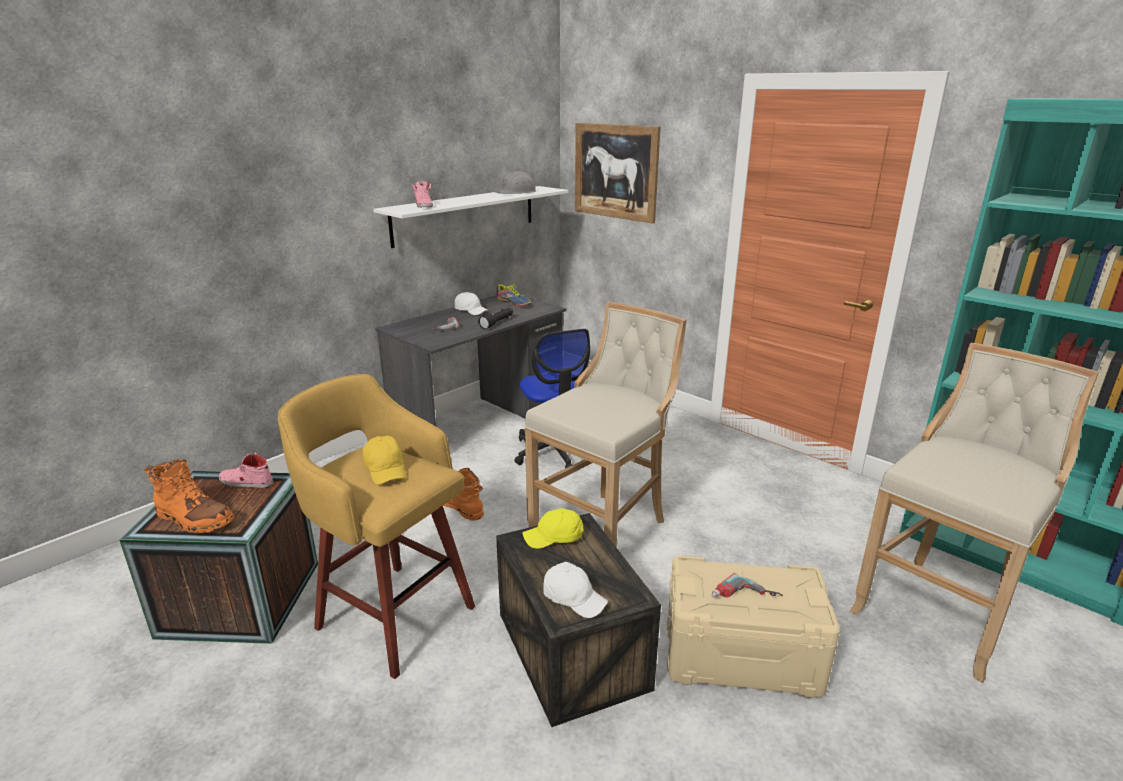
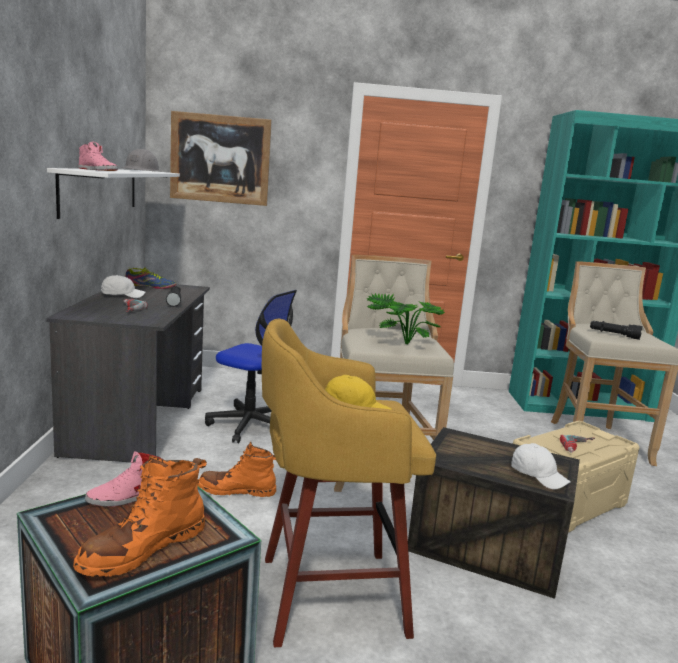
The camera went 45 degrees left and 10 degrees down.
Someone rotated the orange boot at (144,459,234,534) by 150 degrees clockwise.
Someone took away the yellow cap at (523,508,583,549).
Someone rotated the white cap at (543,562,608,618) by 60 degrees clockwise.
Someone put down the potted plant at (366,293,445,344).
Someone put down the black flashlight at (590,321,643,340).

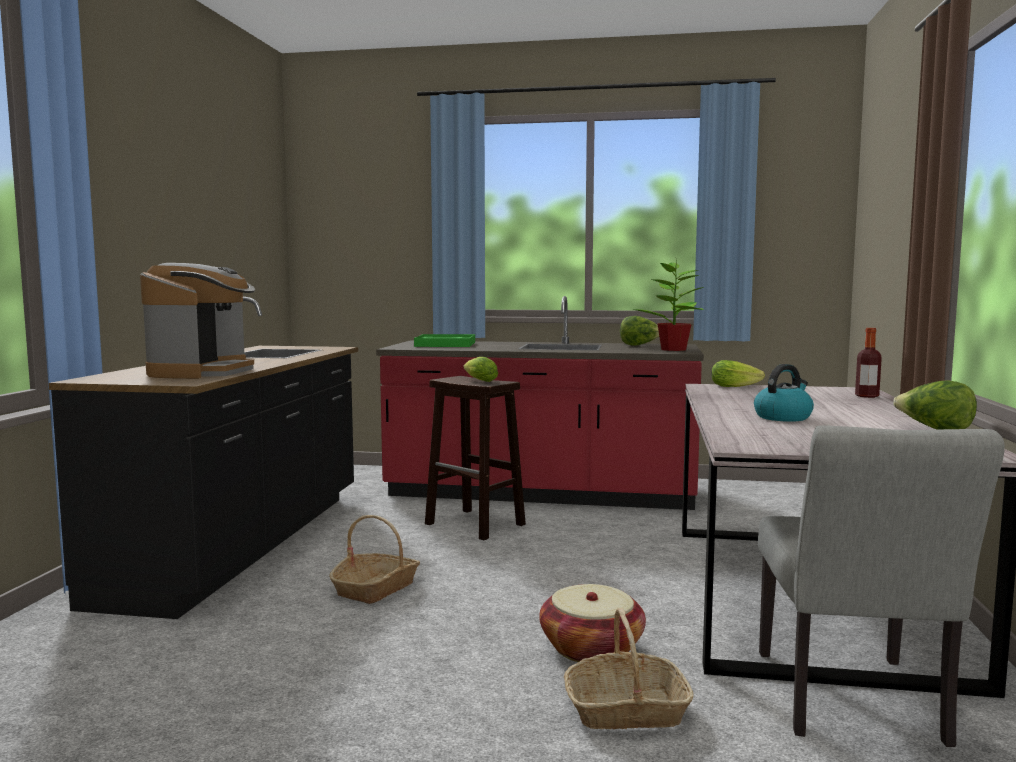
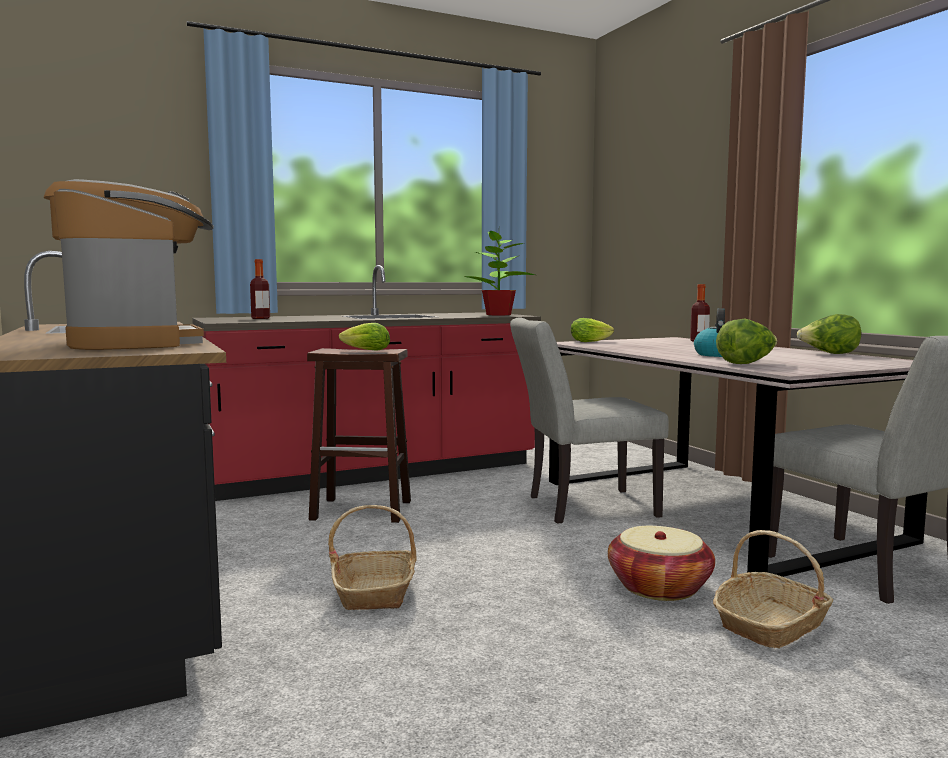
The camera went 35 degrees left and 0 degrees up.
Someone carried the lettuce from (620,316,659,346) to (716,319,777,364).
Someone swapped the green tray at (414,334,475,347) for the bottle at (250,259,270,319).
Someone put down the grey chair at (510,317,669,523).

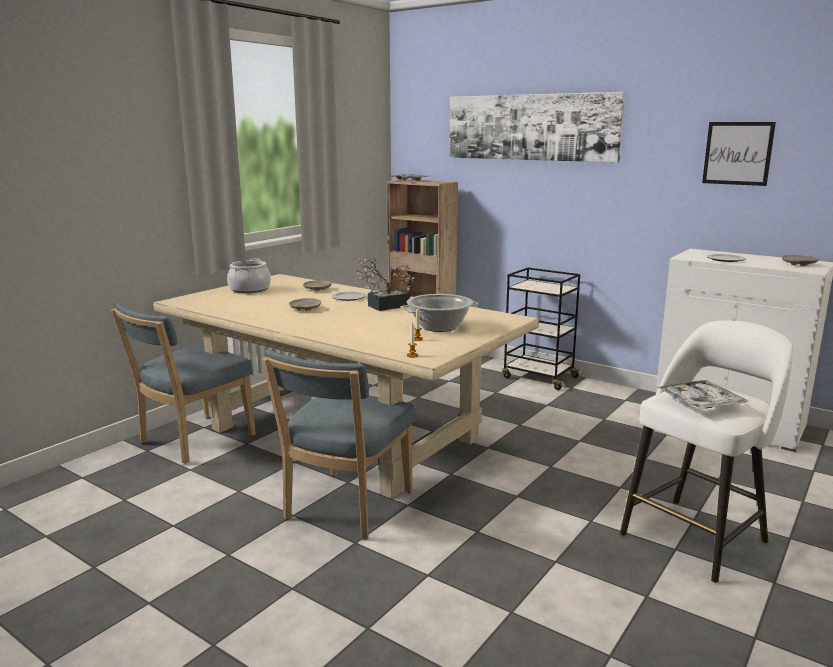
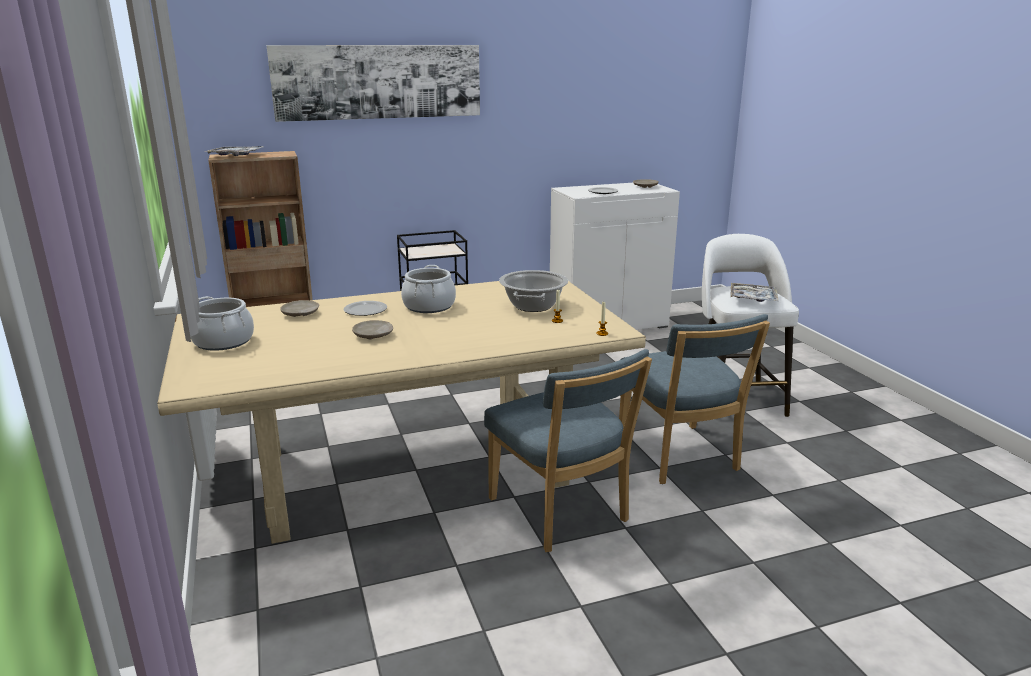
The camera went 55 degrees left and 5 degrees up.
Someone took away the picture at (702,122,776,186).
Someone swapped the potted plant at (356,257,415,311) for the cooking pot at (401,265,456,313).
Someone carried the blue chair from (111,303,256,464) to (619,314,770,484).

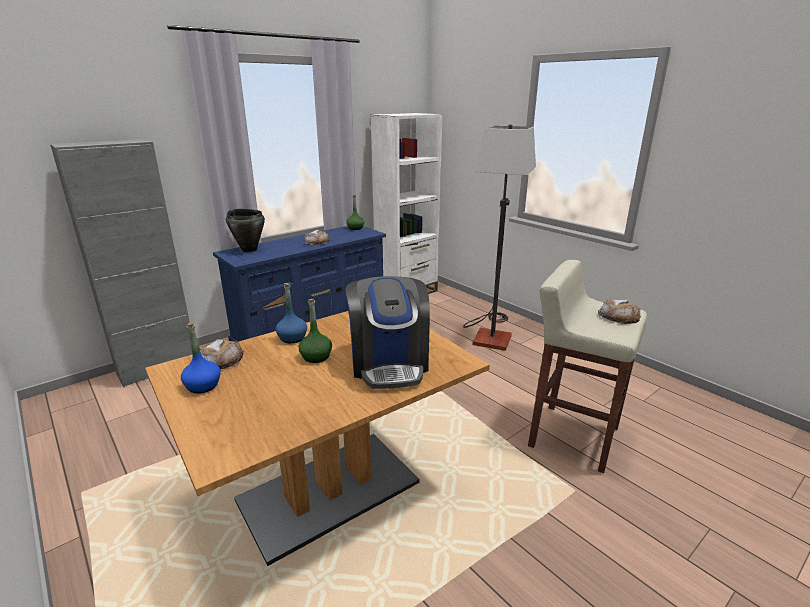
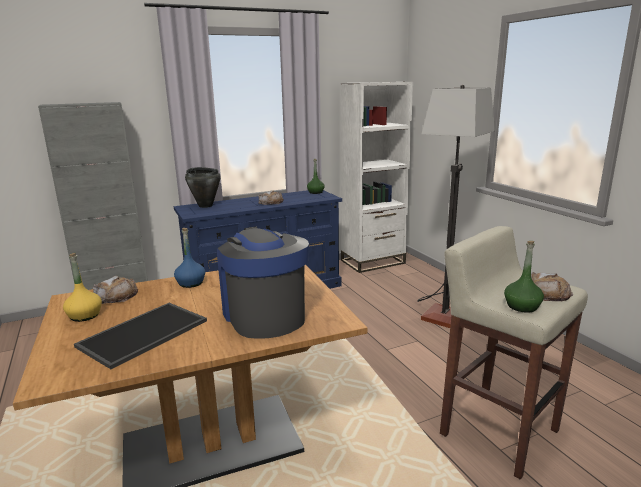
The camera went 15 degrees right and 5 degrees down.
Someone rotated the coffee machine at (345,276,430,389) by 150 degrees clockwise.
Someone carried the green bottle from (298,299,332,363) to (504,241,544,313).
Someone repainted the blue bottle at (181,322,220,394), which became the yellow bottle at (63,253,102,322).
Someone put down the tray at (74,303,207,369).

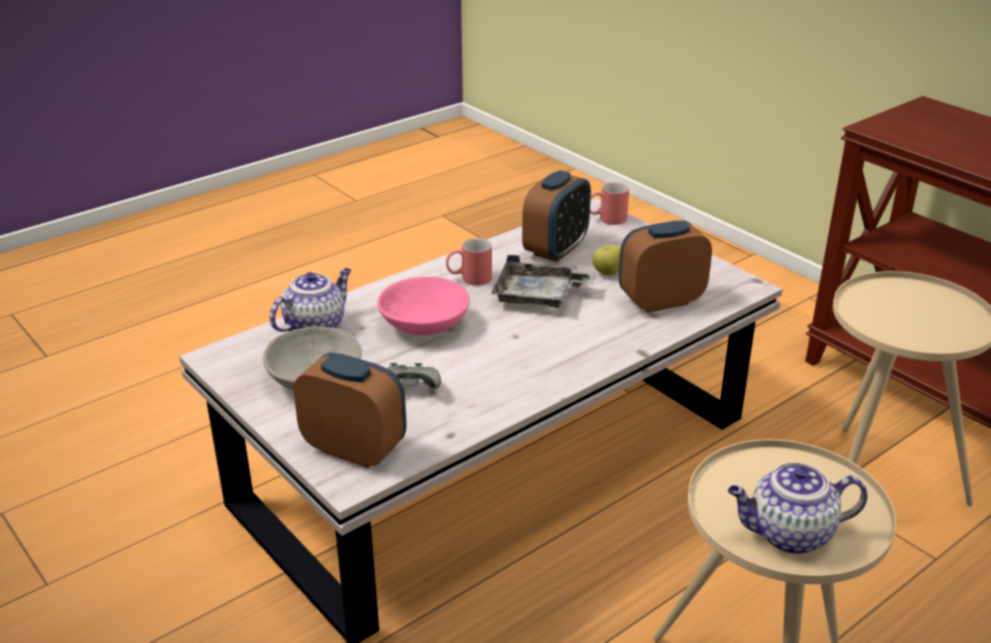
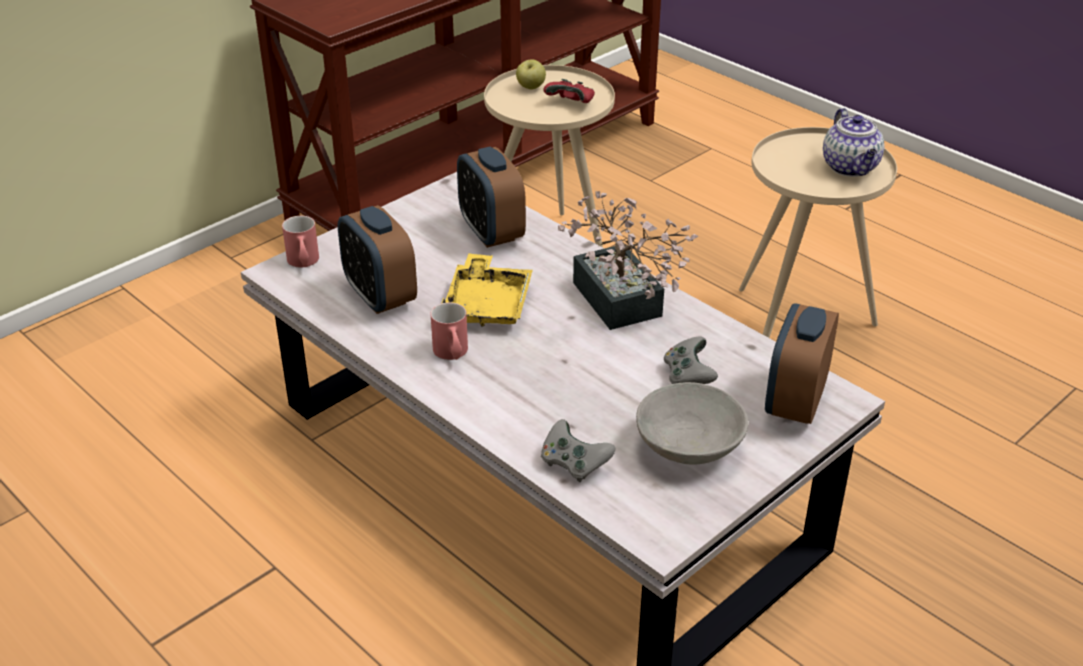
The camera went 95 degrees left and 5 degrees up.
Someone rotated the alarm clock at (522,170,591,262) by 150 degrees counterclockwise.
Someone carried the apple from (592,245,621,276) to (516,59,546,89).
Someone repainted the grey tray at (491,255,596,308), which became the yellow tray at (441,253,533,326).
Someone swapped the teapot at (270,268,351,332) for the grey game controller at (541,419,615,482).
Someone took away the pink bowl at (377,277,470,335).
Someone put down the red game controller at (543,79,595,103).
Someone put down the potted plant at (558,191,699,330).

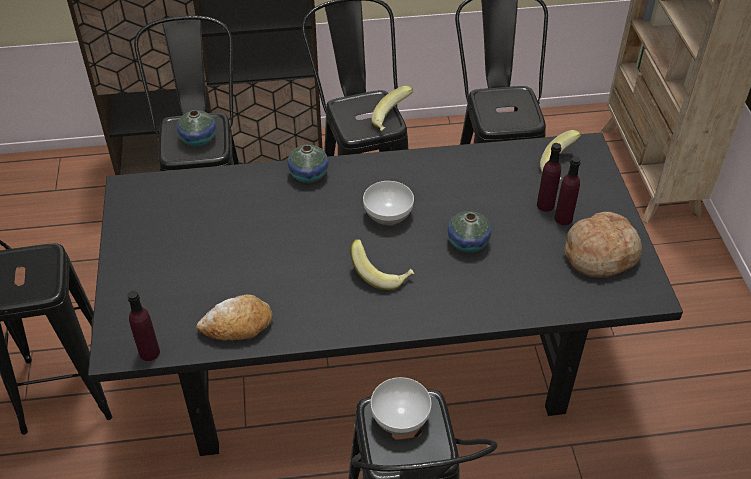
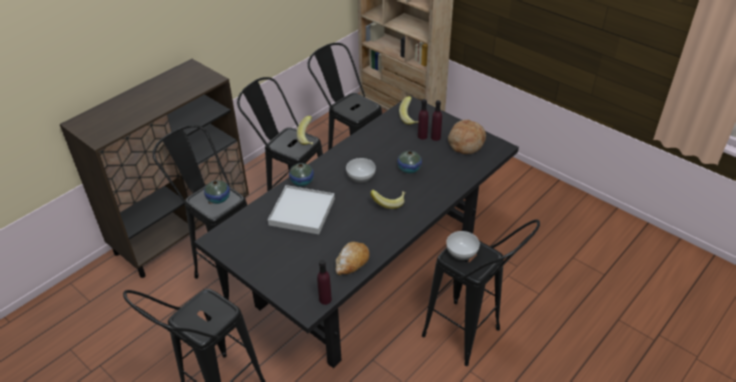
The camera went 40 degrees left and 5 degrees down.
Someone put down the white tray at (268,185,335,234).

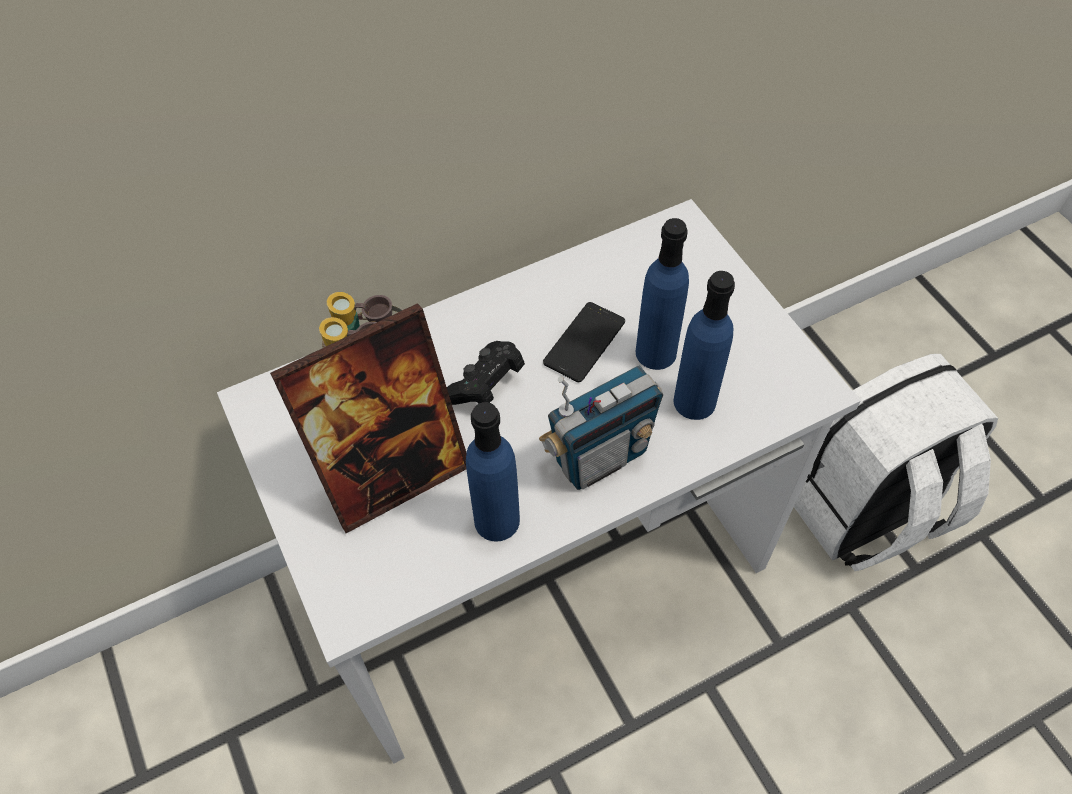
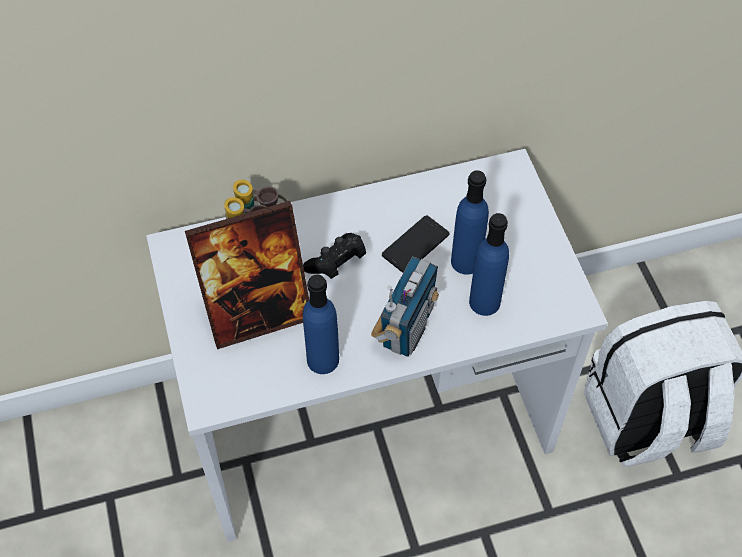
The camera went 10 degrees right and 0 degrees up.
Someone rotated the radio at (539,366,663,490) by 45 degrees counterclockwise.

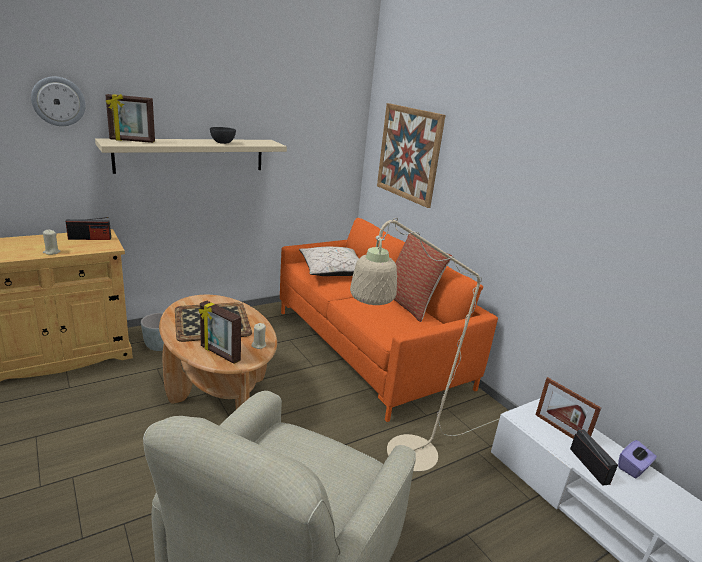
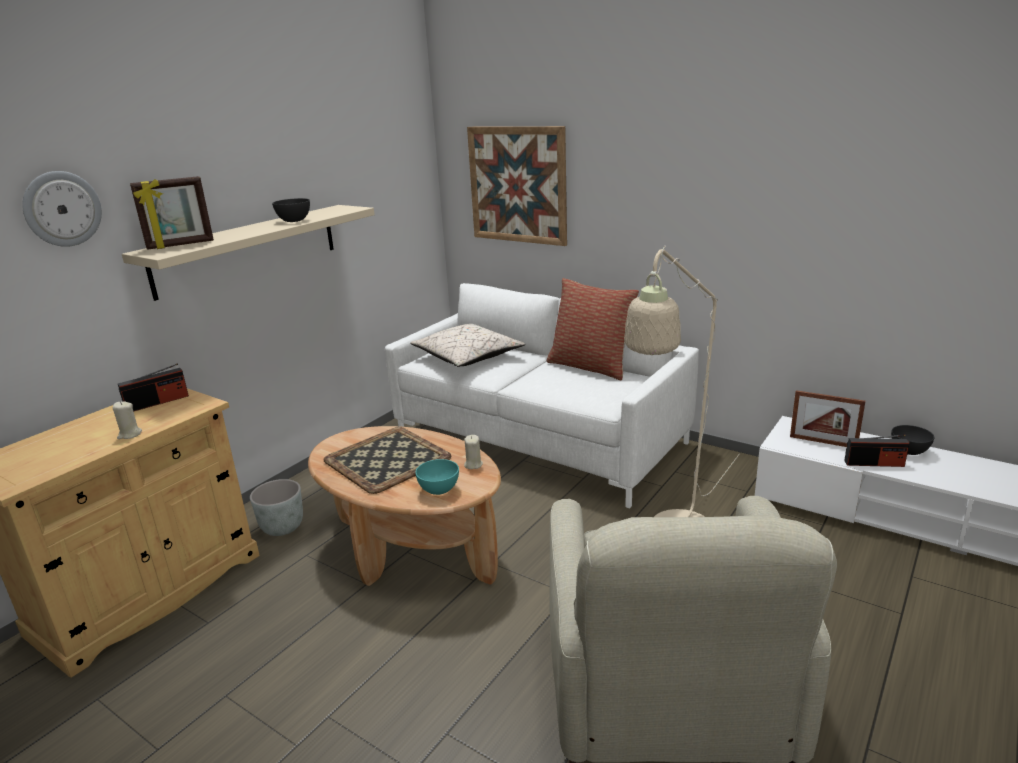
The camera went 20 degrees left and 0 degrees up.
Someone repainted the orange sofa at (280,218,498,422), which became the white sofa at (385,283,699,508).
Someone swapped the picture frame at (199,301,241,364) for the turquoise bowl at (415,459,459,495).
Someone rotated the radio at (570,428,618,486) by 135 degrees clockwise.
Someone swapped the purple tissue box at (618,440,657,478) for the grey bowl at (891,425,935,455).

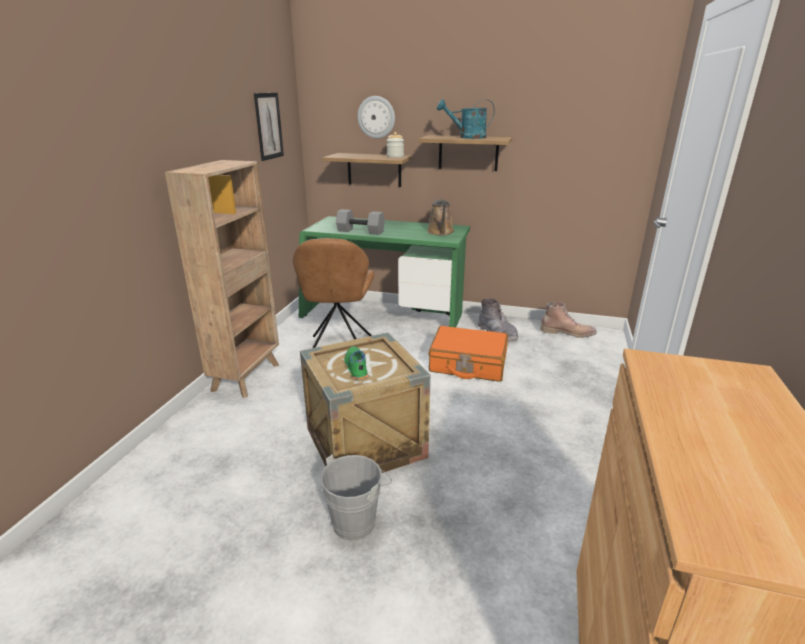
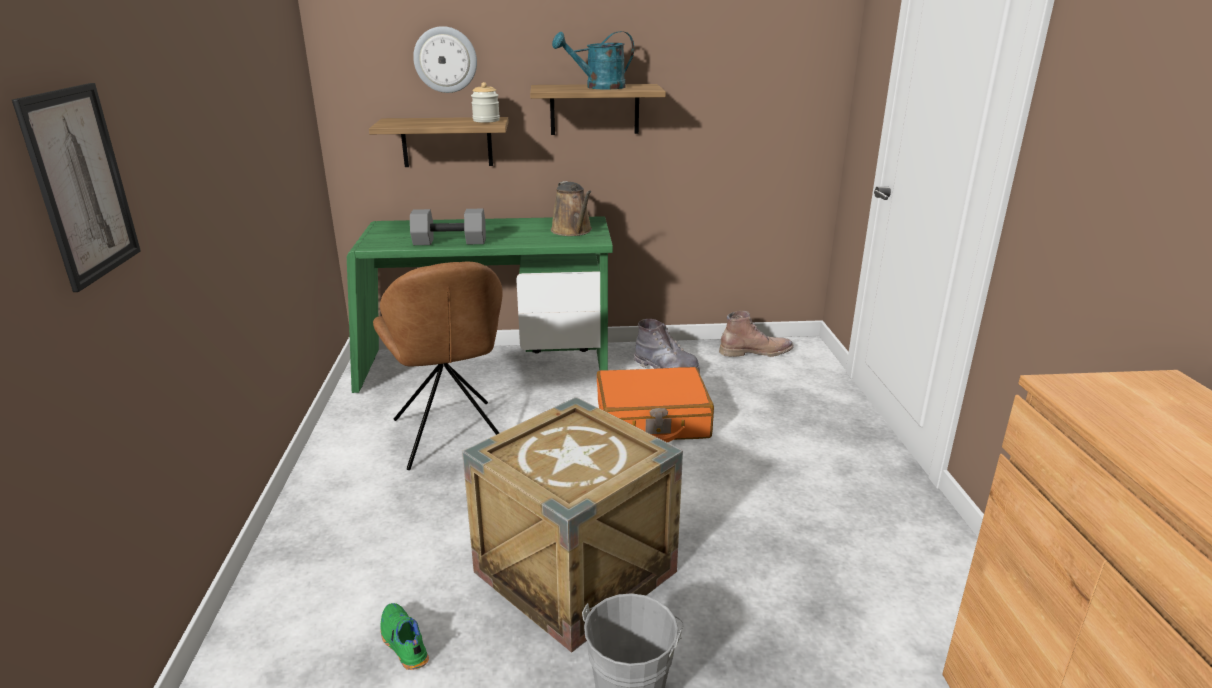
The camera went 20 degrees left and 0 degrees up.
Someone carried the picture from (254,93,284,161) to (12,83,141,292).
Someone took away the brown bookcase at (165,160,279,398).
Someone carried the green shoe from (344,346,368,380) to (380,603,429,670).

